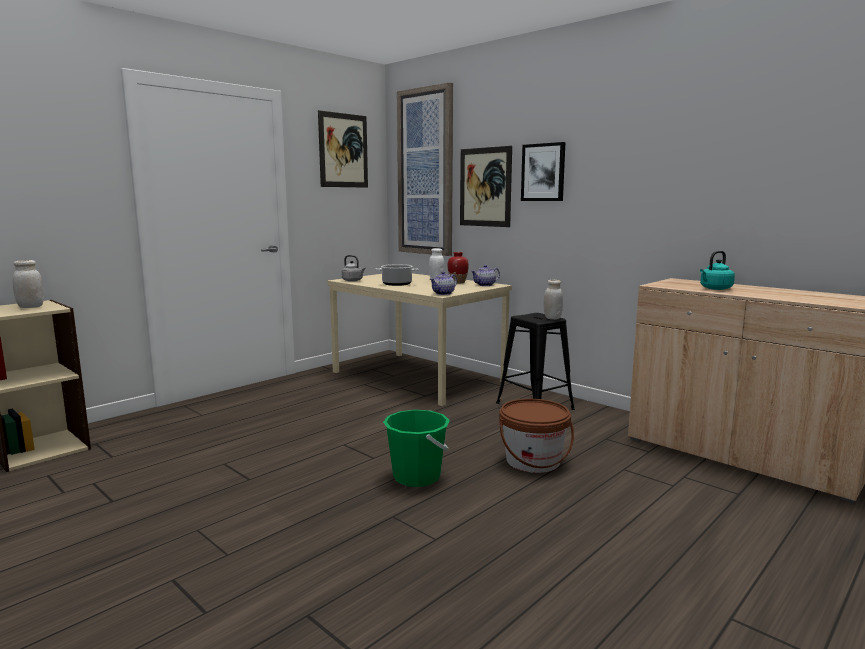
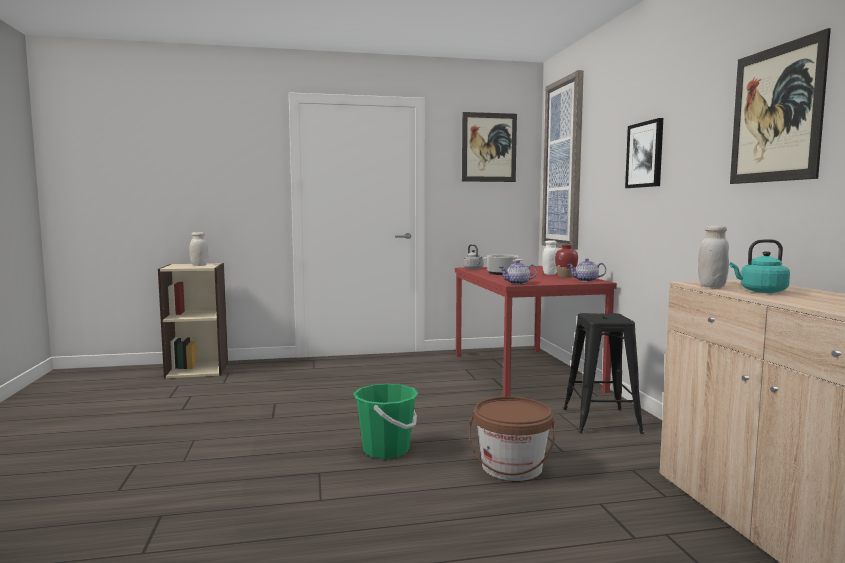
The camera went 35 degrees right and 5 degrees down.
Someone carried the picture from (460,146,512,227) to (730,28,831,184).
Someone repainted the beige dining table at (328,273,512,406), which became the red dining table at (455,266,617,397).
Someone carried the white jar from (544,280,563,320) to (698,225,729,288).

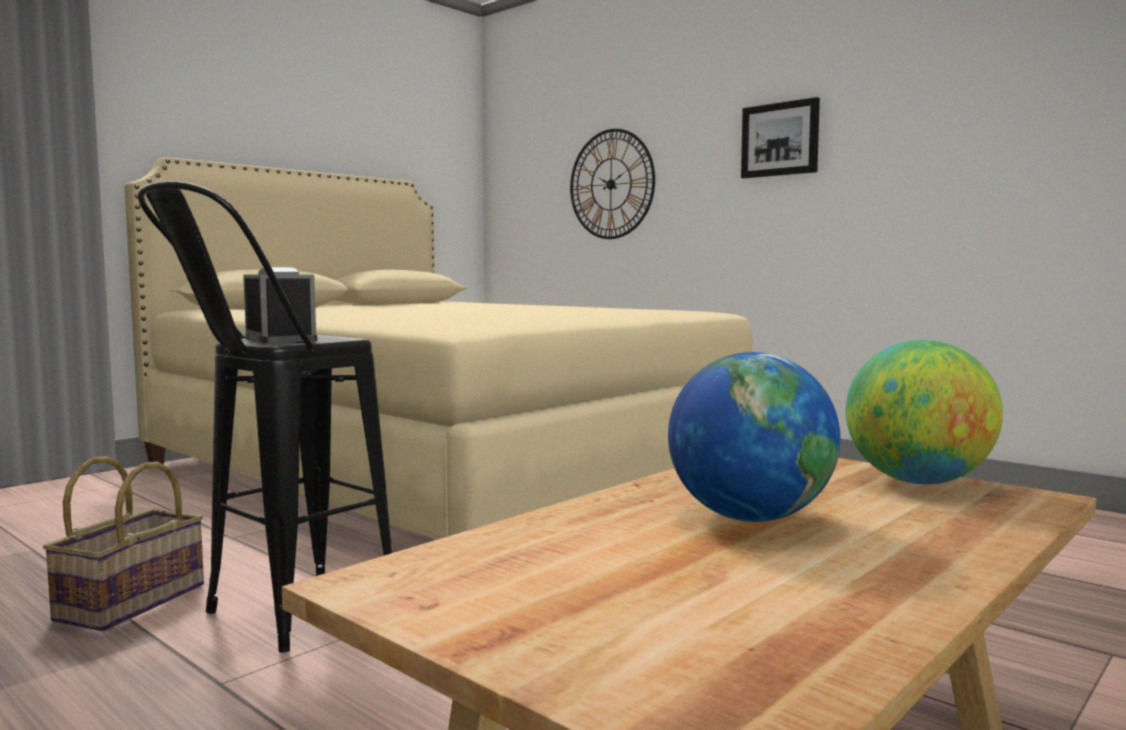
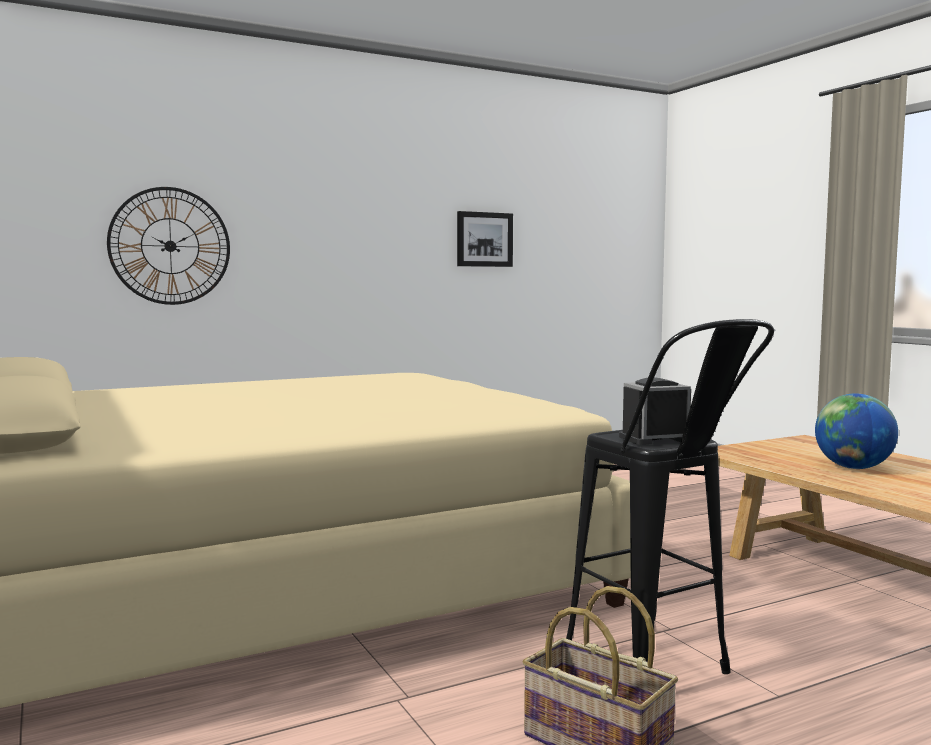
The camera went 70 degrees left and 0 degrees up.
Someone carried the picture from (741,97,820,178) to (457,211,513,267).
Someone took away the globe at (846,340,1003,484).

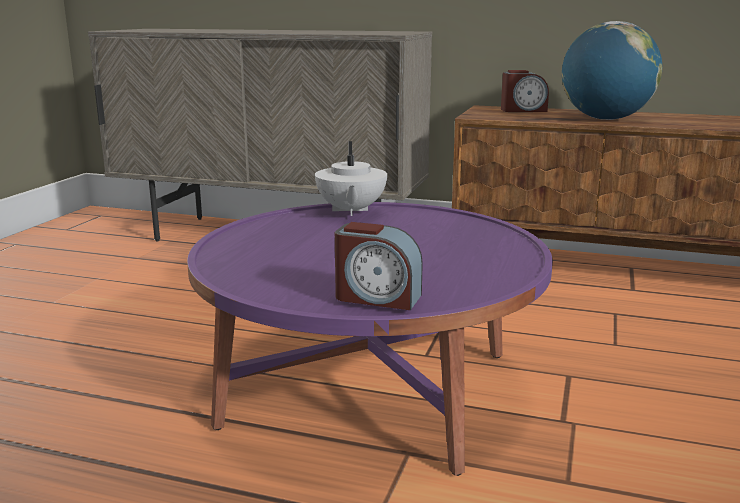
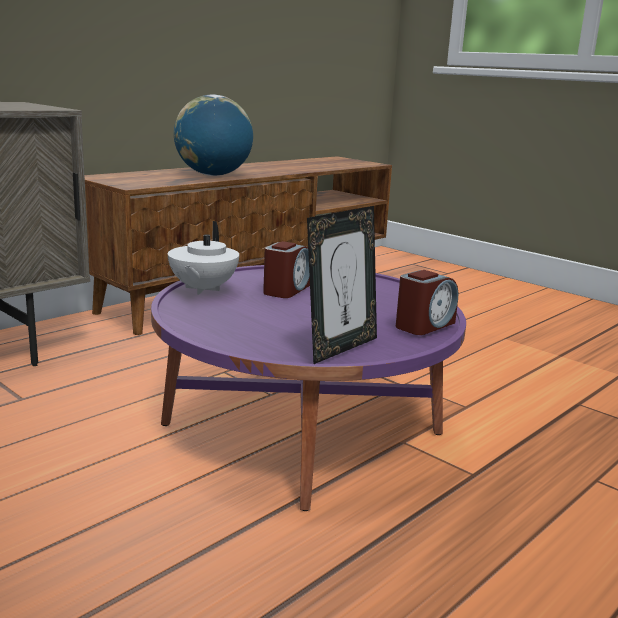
The camera went 65 degrees left and 0 degrees up.
Someone carried the alarm clock from (501,70,549,112) to (263,241,310,298).
Someone rotated the white teapot at (315,141,387,216) by 75 degrees clockwise.
Someone put down the picture frame at (307,206,377,364).

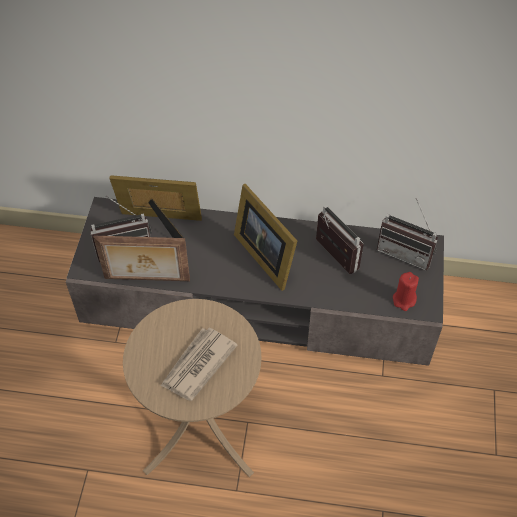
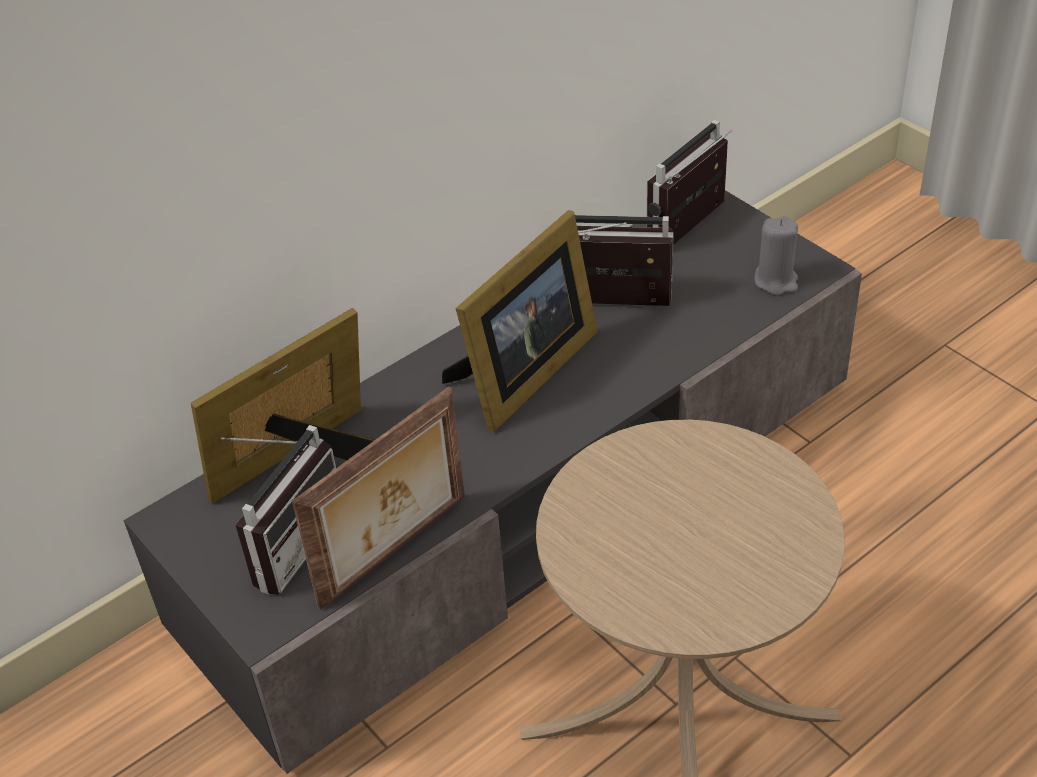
The camera went 45 degrees left and 10 degrees down.
Someone rotated the picture frame at (234,184,297,291) by 60 degrees counterclockwise.
Someone rotated the radio at (377,198,438,270) by 150 degrees clockwise.
Someone repainted the red candle at (393,272,419,311), which became the grey candle at (754,216,798,295).
Someone took away the newspaper at (161,328,238,401).

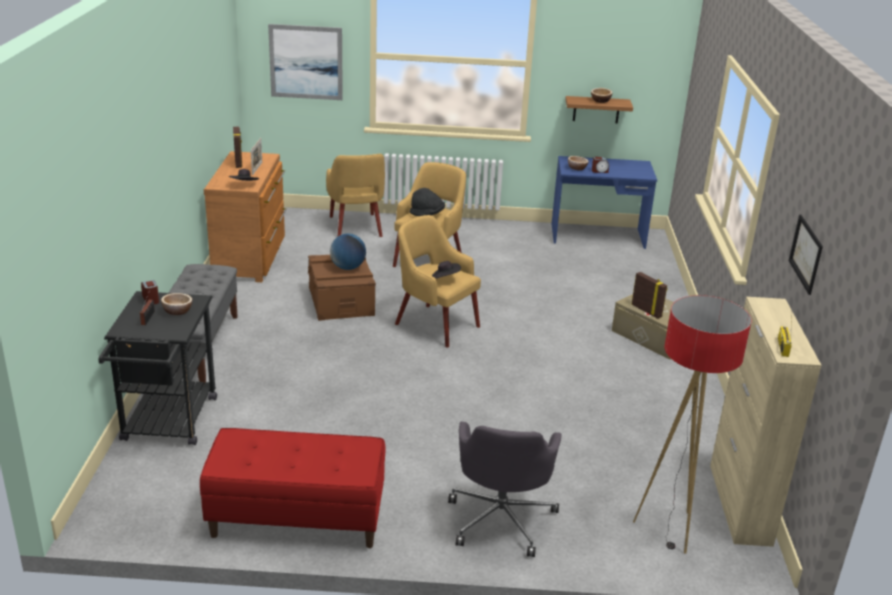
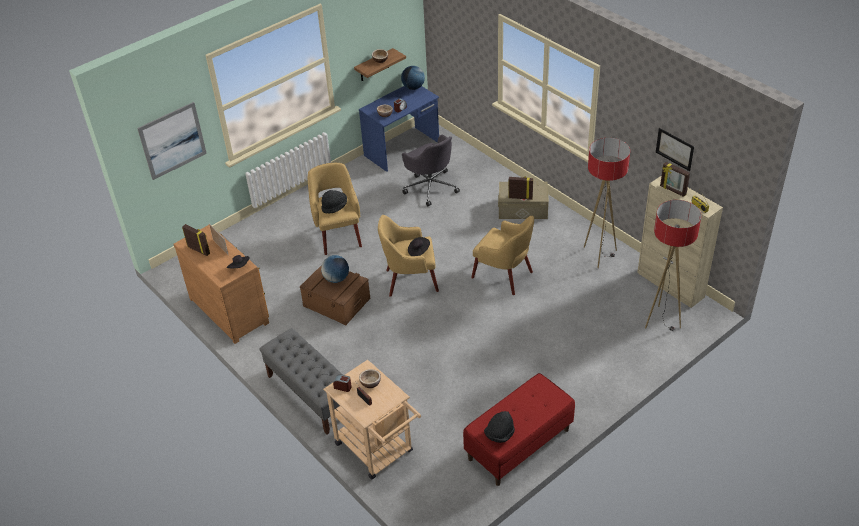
The camera went 40 degrees left and 15 degrees up.
Someone carried the yellow armchair from (326,154,385,237) to (471,216,534,295).
Someone repainted the black cart at (98,291,217,445), which became the beige cart at (323,360,421,480).
Someone carried the grey office chair from (448,422,562,557) to (402,135,460,206).
Someone put down the globe at (401,66,425,90).
Someone put down the floor lamp at (584,138,630,268).
Someone put down the picture frame at (660,162,690,197).
Someone put down the black hat at (484,411,515,443).

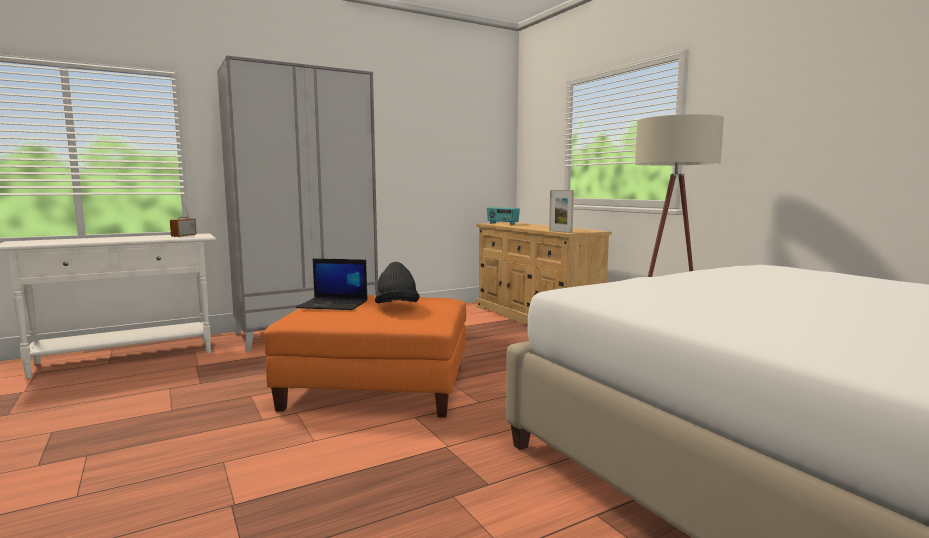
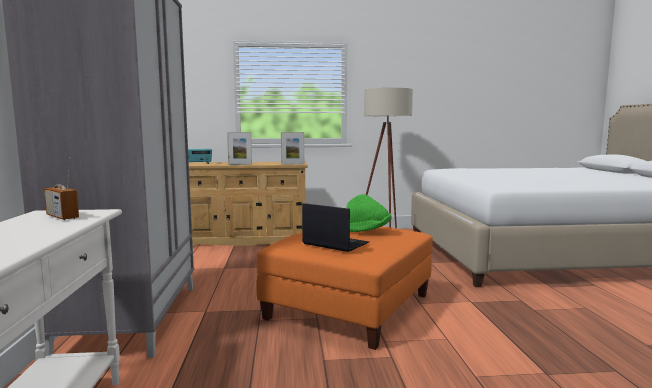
The camera went 65 degrees left and 0 degrees up.
Someone rotated the laptop at (296,259,367,310) by 90 degrees counterclockwise.
Someone repainted the black hat at (375,262,420,303), which became the green hat at (347,194,392,232).
Someone put down the picture frame at (227,132,252,165).

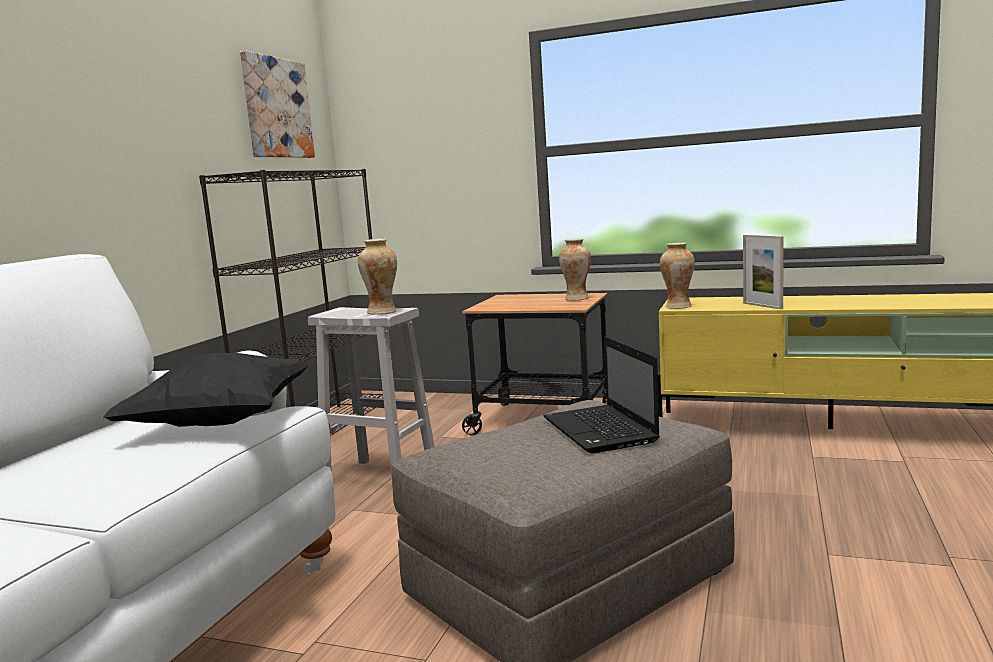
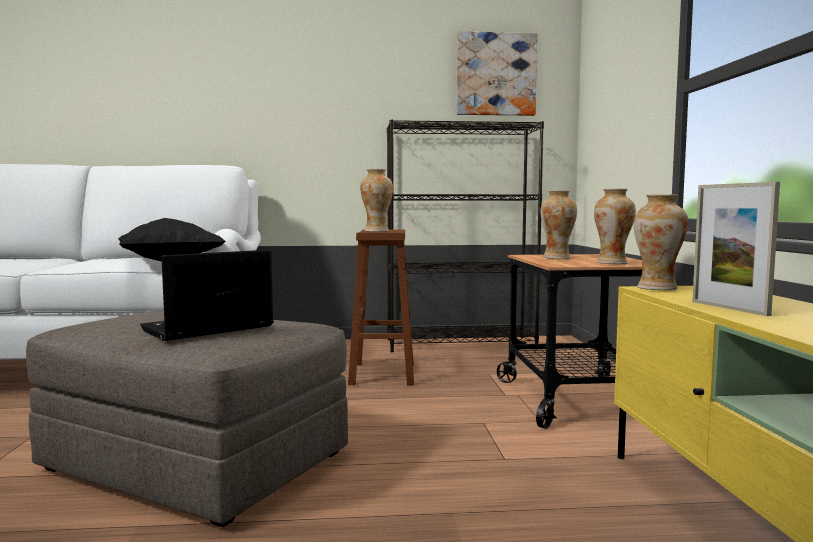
The camera went 65 degrees right and 5 degrees down.
Someone rotated the picture frame at (743,235,784,309) by 60 degrees counterclockwise.
Someone repainted the white stool at (308,307,435,487), which became the brown stool at (348,229,414,385).
Someone put down the vase at (540,190,577,259).

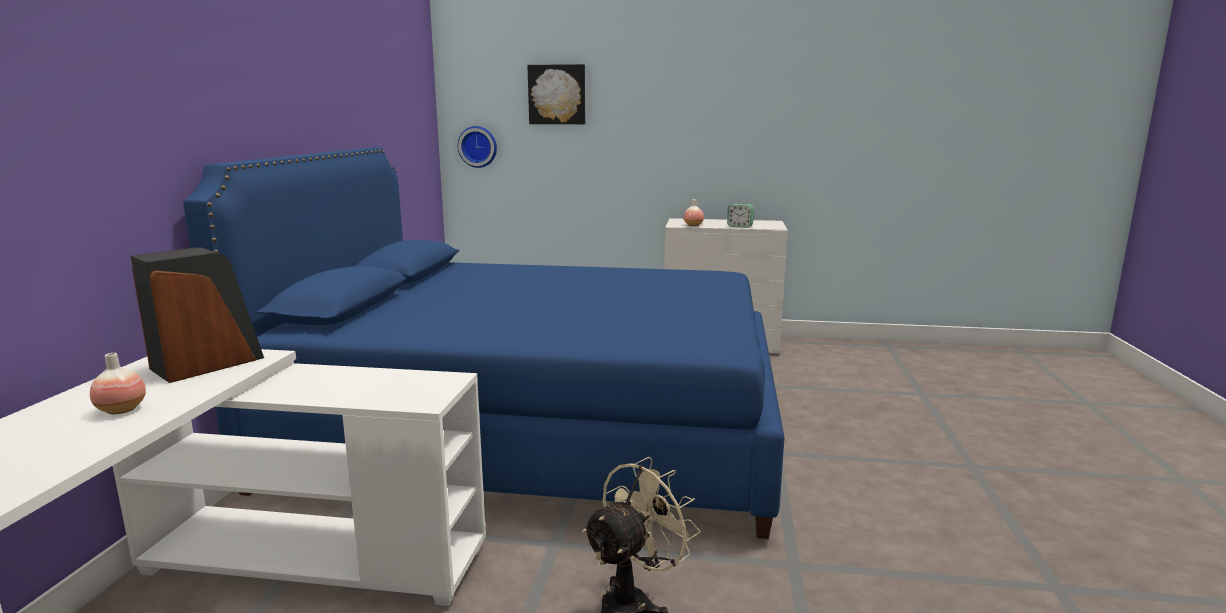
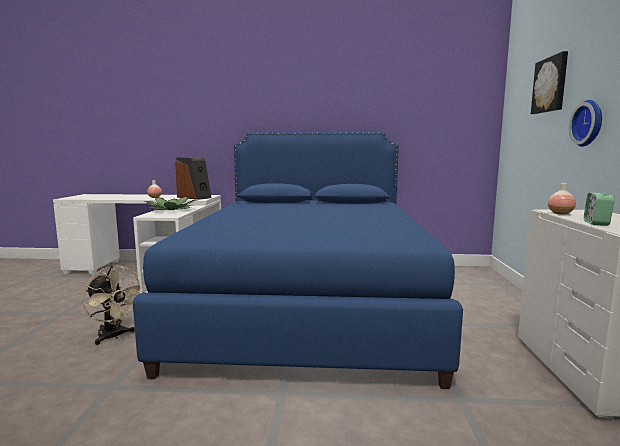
The camera went 85 degrees right and 5 degrees down.
Someone carried the wall clock from (458,126,497,168) to (569,100,602,147).
Someone put down the potted plant at (145,196,197,210).

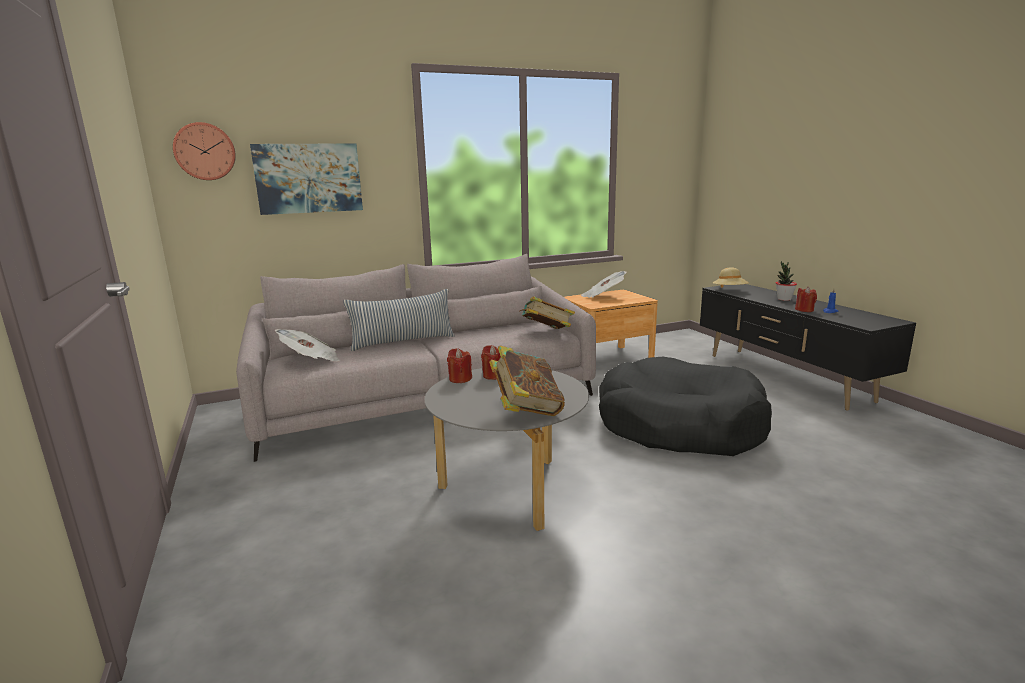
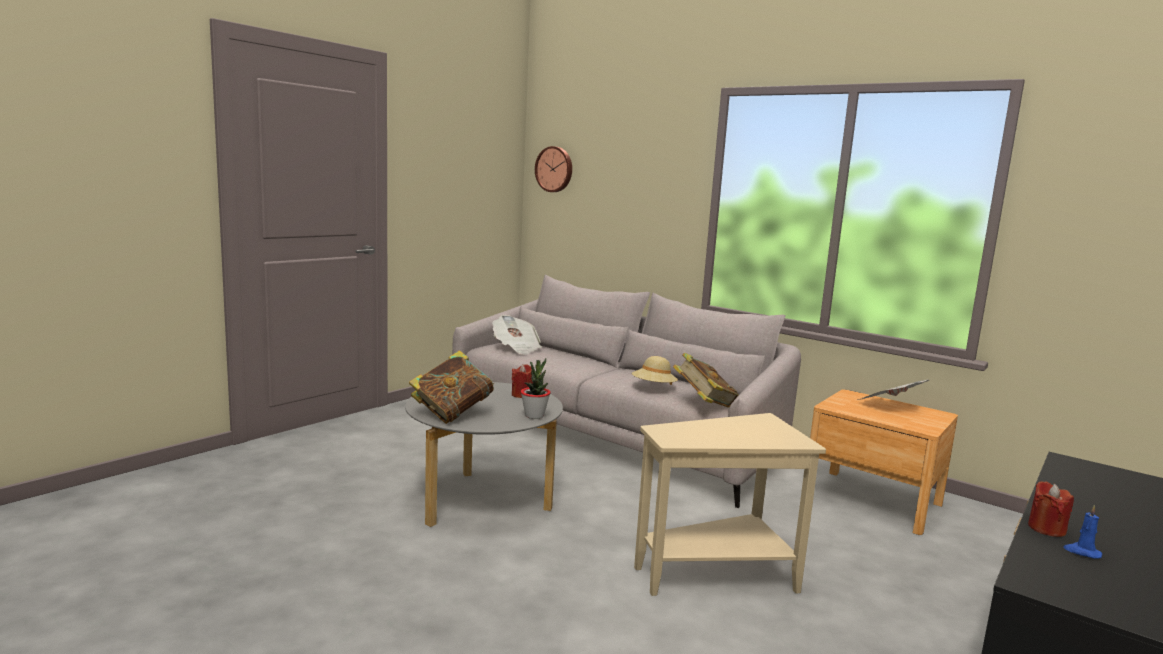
The camera went 60 degrees right and 5 degrees down.
Someone took away the picture at (250,143,363,215).
Someone carried the potted plant from (776,261,797,301) to (521,358,551,419).
Someone carried the beige hat from (713,267,749,288) to (631,356,678,385).
Someone took away the pillow at (343,289,455,351).
Someone took away the red candle at (447,348,472,383).
Someone swapped the black dog bed at (599,357,772,456) for the beige side table at (634,413,826,596).

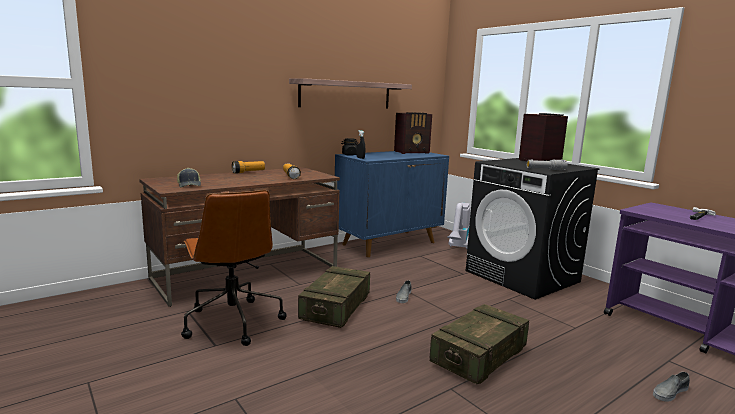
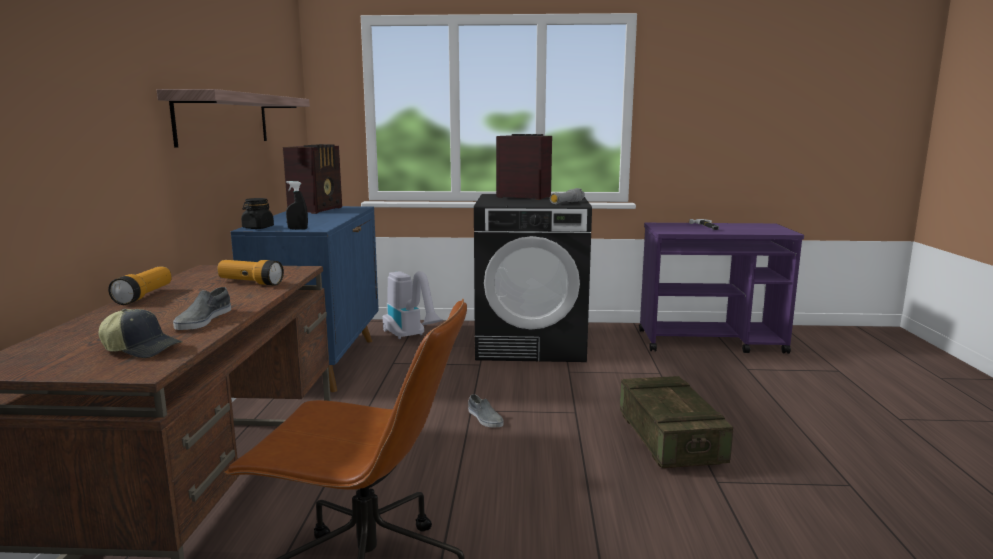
The camera went 50 degrees left and 0 degrees up.
Someone took away the crate at (298,266,370,328).
Someone carried the grey shoe from (653,372,690,402) to (173,287,231,330).

